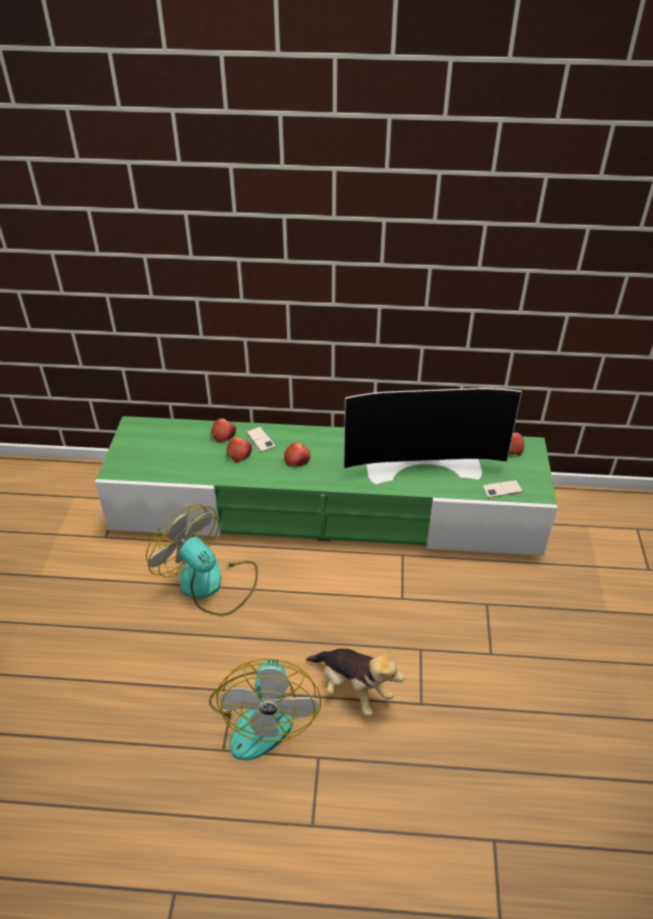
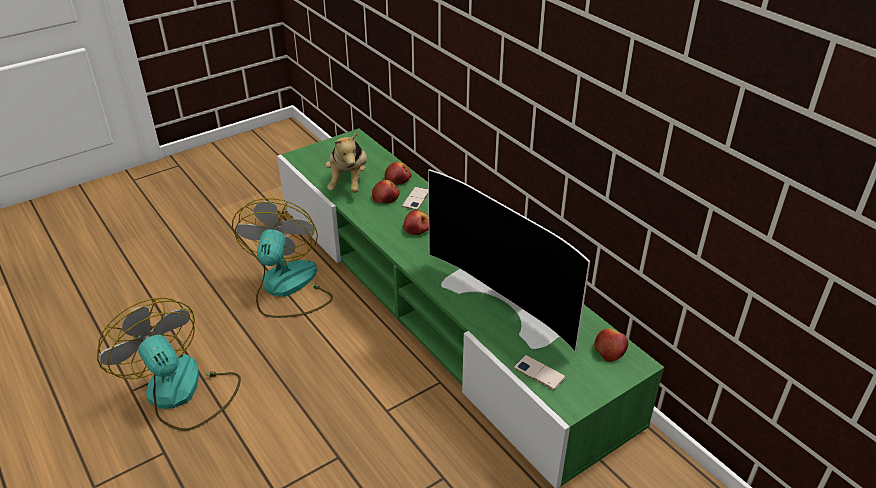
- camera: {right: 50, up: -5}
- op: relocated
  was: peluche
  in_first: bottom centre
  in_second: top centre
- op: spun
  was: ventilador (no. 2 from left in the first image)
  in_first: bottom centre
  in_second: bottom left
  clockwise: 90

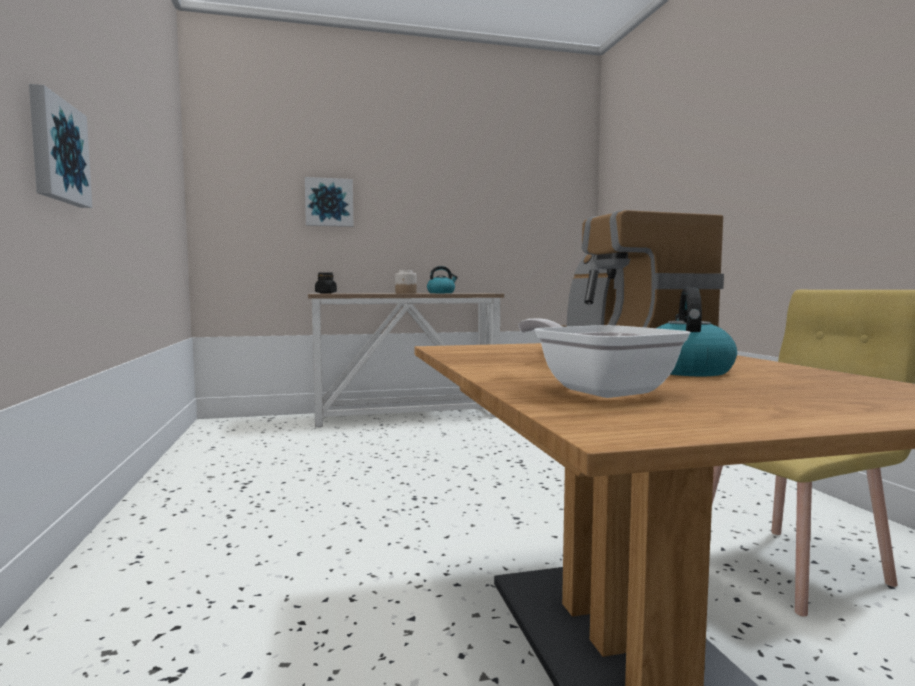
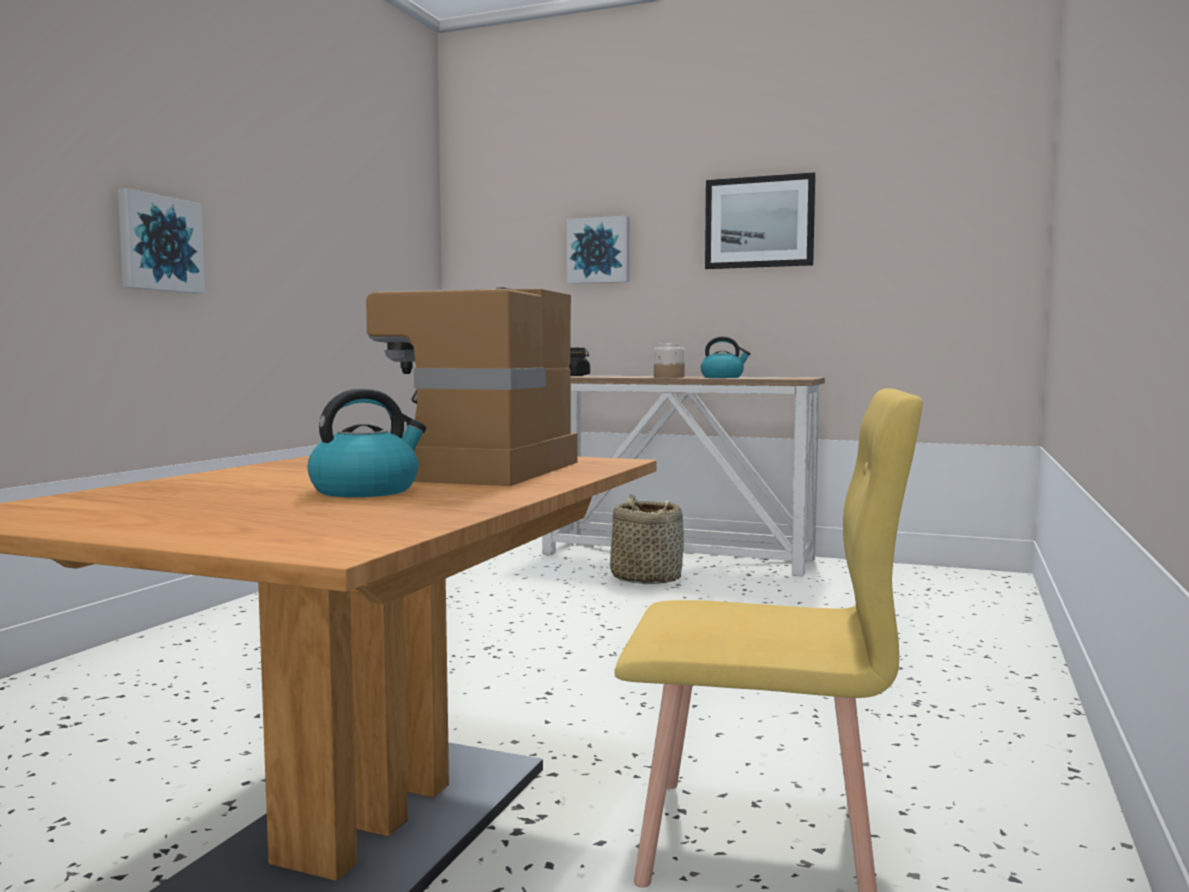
- camera: {right: 35, up: 0}
- op: missing
  was: sartén
  in_first: centre
- op: appeared
  now: cuadro (no. 3 from left)
  in_second: top centre
- op: appeared
  now: cesta
  in_second: centre

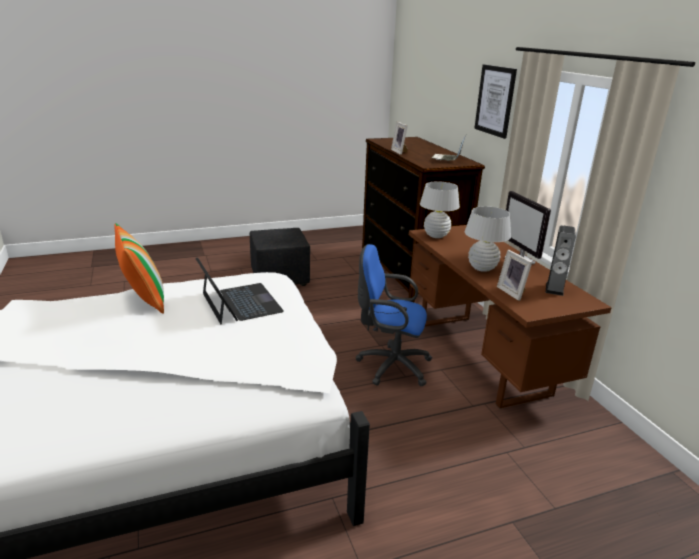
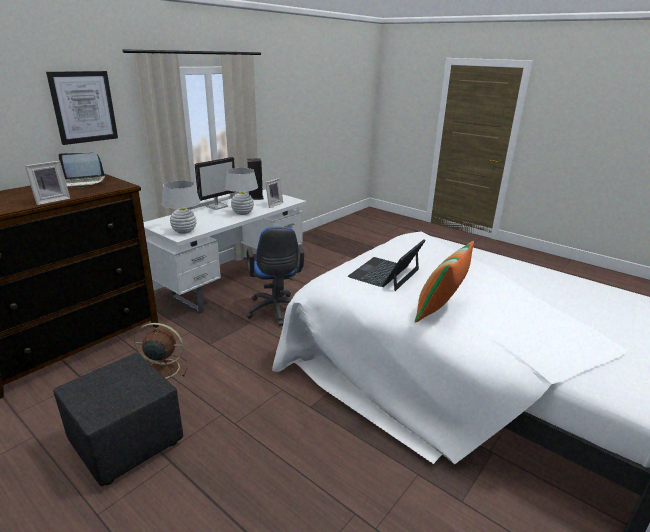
- camera: {right: -120, up: 0}
- op: colour
  was: escritorio [marrón]
  now: escritorio [blanco]
  in_first: middle right
  in_second: centre
- op: appeared
  now: ventilador [marrón]
  in_second: middle left

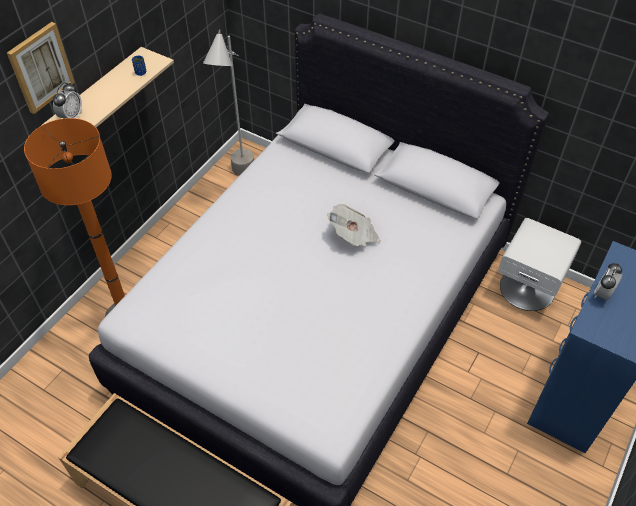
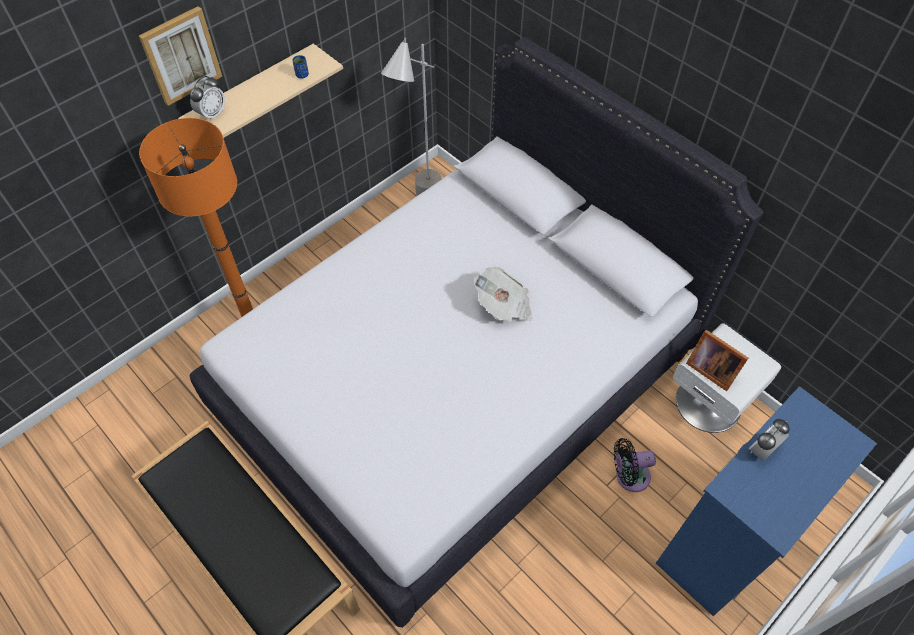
- camera: {right: 15, up: 5}
- op: appeared
  now: portarretratos
  in_second: middle right
- op: appeared
  now: ventilador [negro]
  in_second: bottom right

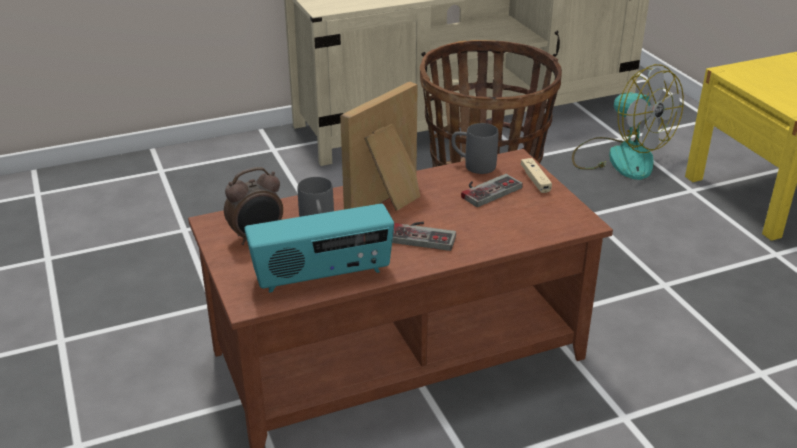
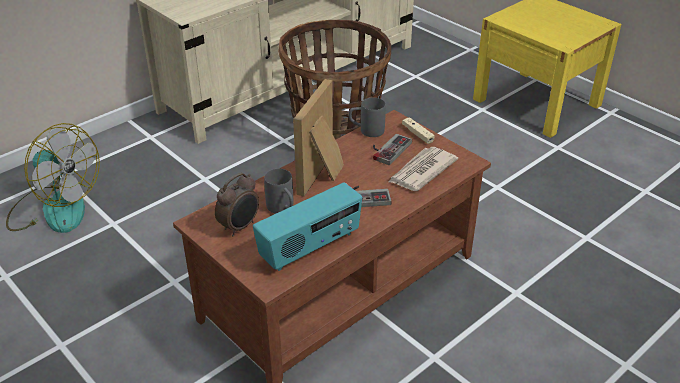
- camera: {right: -20, up: 5}
- op: relocated
  was: ventilador
  in_first: top right
  in_second: middle left
- op: appeared
  now: periódico
  in_second: centre

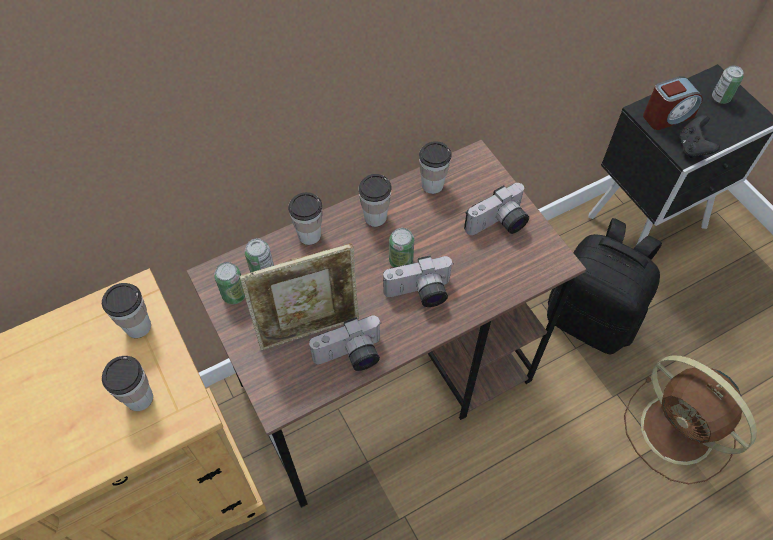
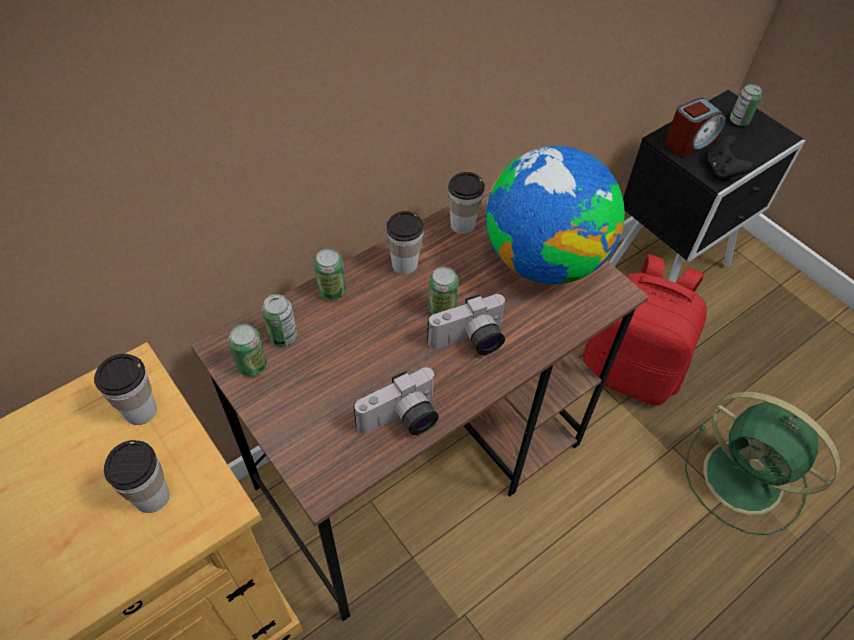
- camera: {right: -10, up: -5}
- op: exchanged
  was: cámara (no. 3 from left)
  now: globo terráqueo
  in_first: centre
  in_second: centre
- op: exchanged
  was: taza (no. 3 from left)
  now: lata (no. 3 from left)
  in_first: centre
  in_second: centre
- op: colour
  was: mochila [negro]
  now: mochila [rojo]
  in_first: middle right
  in_second: middle right
- op: missing
  was: portarretratos
  in_first: centre
- op: colour
  was: ventilador [marrón]
  now: ventilador [verde]
  in_first: bottom right
  in_second: bottom right

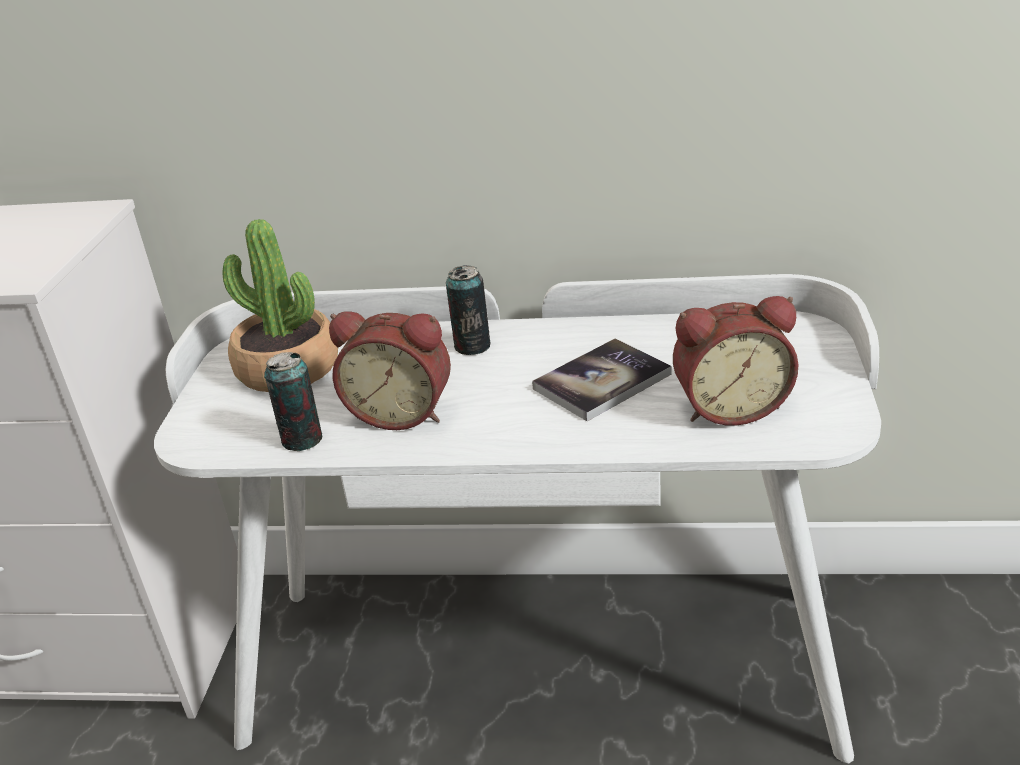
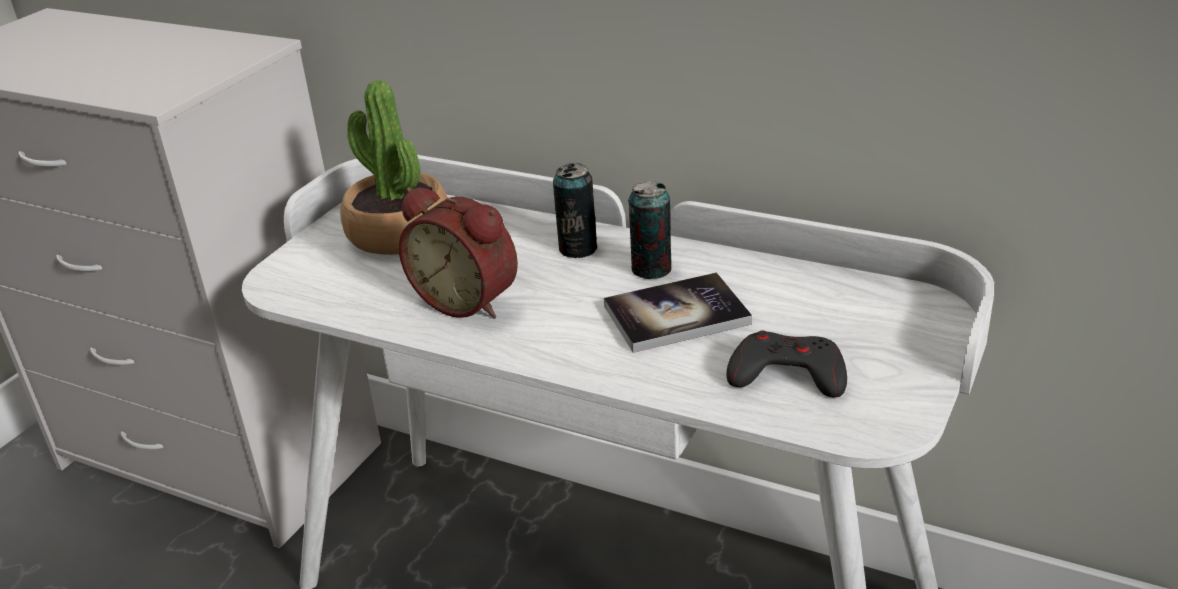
- camera: {right: 20, up: 0}
- op: exchanged
  was: despertador (no. 2 from left)
  now: mando de consola [gris]
  in_first: middle right
  in_second: middle right
- op: relocated
  was: lata (no. 1 from left in the first image)
  now: lata (no. 2 from left)
  in_first: middle left
  in_second: centre

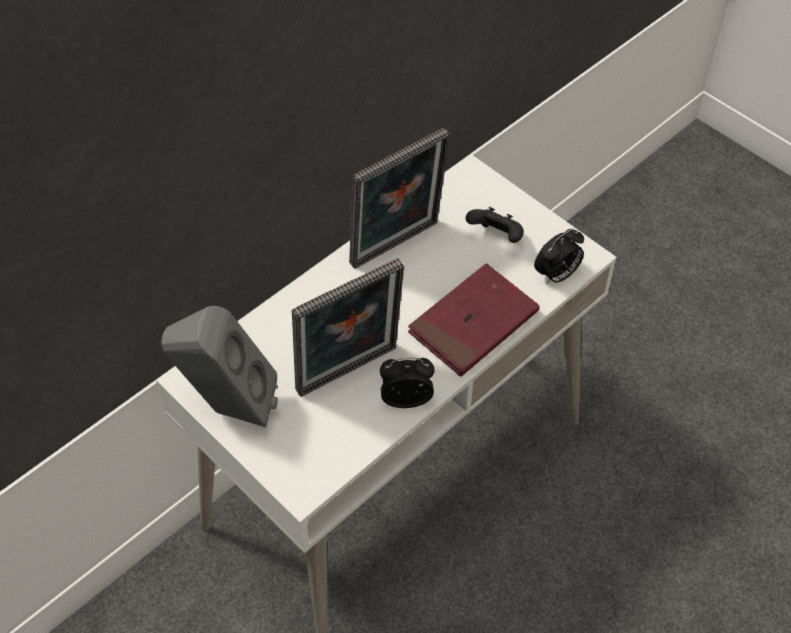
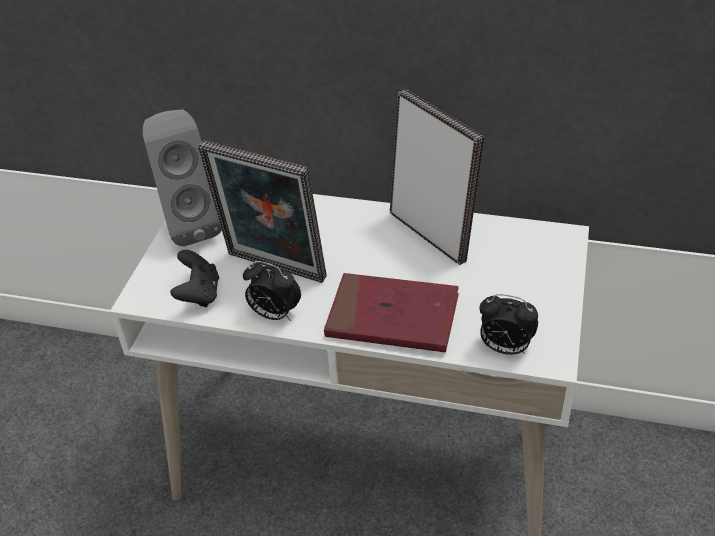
- camera: {right: 60, up: -10}
- op: spun
  was: portarretratos (no. 2 from left)
  in_first: top centre
  in_second: top centre
  clockwise: -150
- op: relocated
  was: mando de consola [negro]
  in_first: centre
  in_second: middle left
- op: spun
  was: despertador (no. 1 from left)
  in_first: centre
  in_second: centre
  clockwise: 150

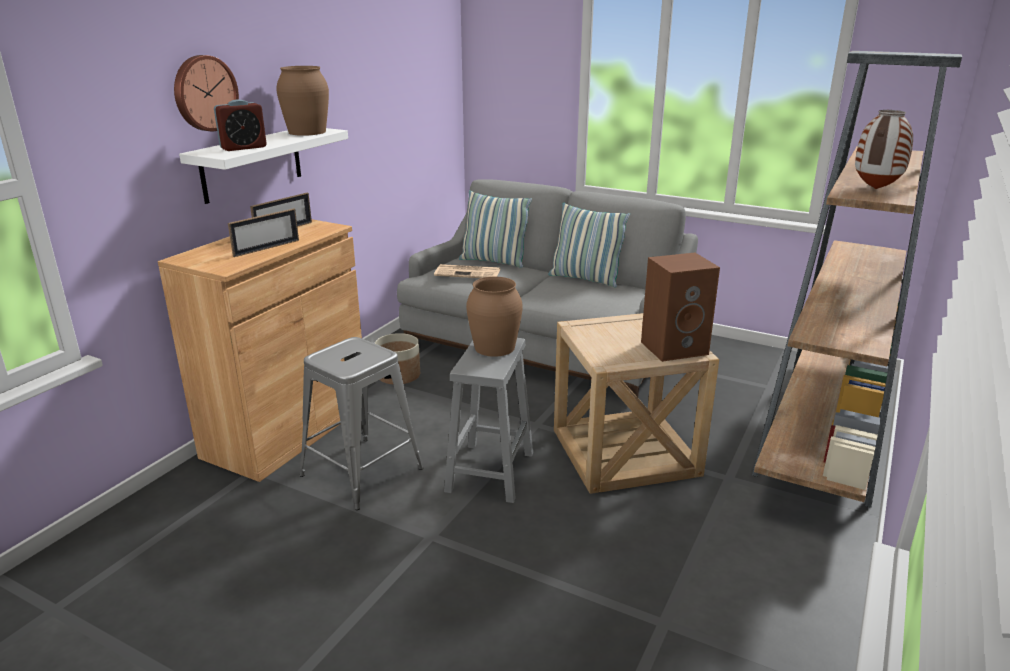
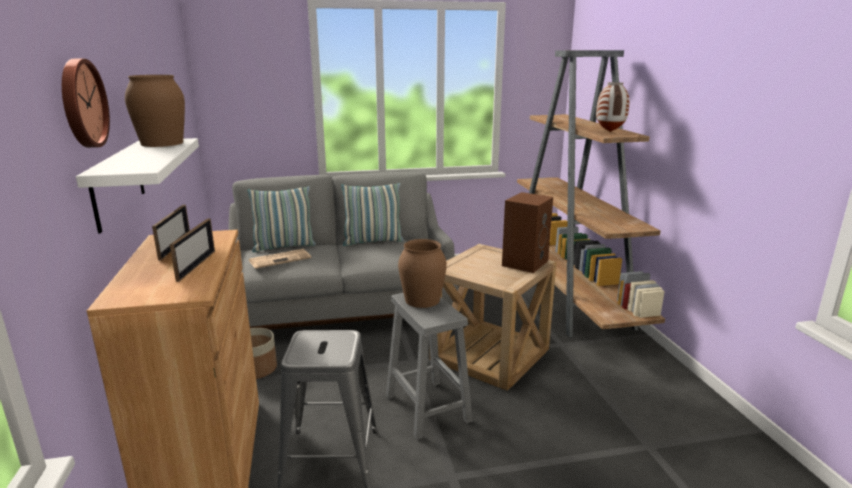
- camera: {right: -40, up: -5}
- op: missing
  was: despertador
  in_first: top left

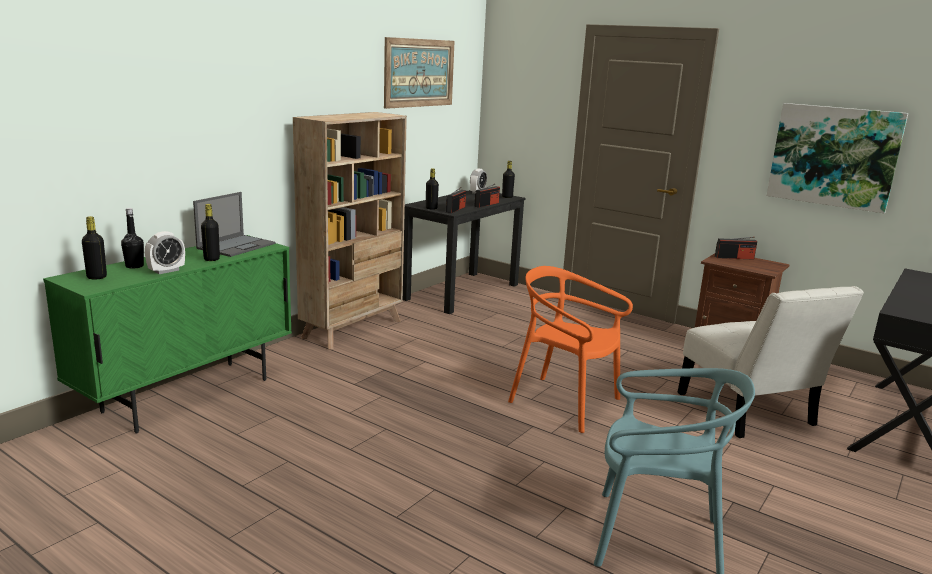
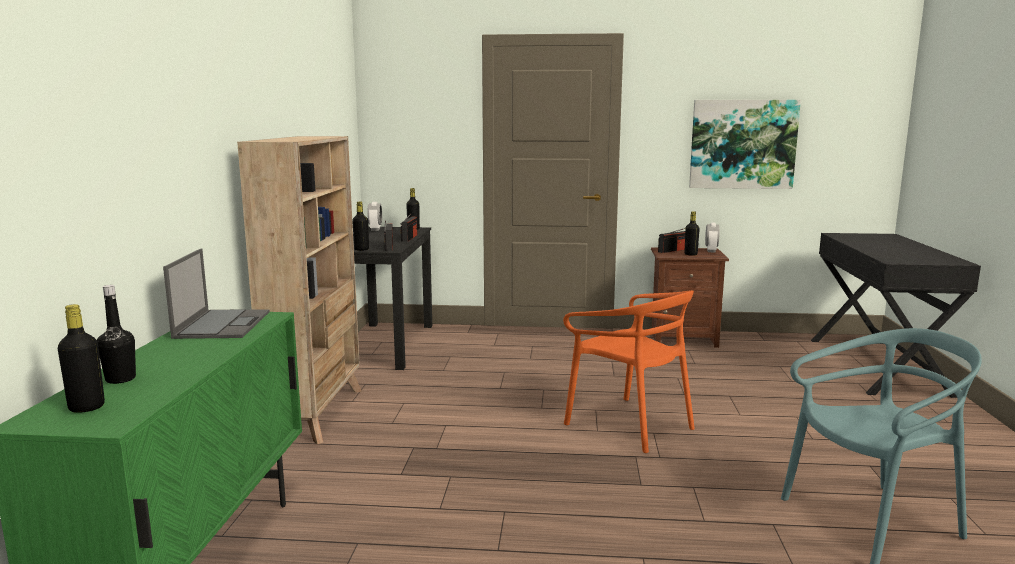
- camera: {right: -30, up: -5}
- op: missing
  was: cuadro (no. 1 from left)
  in_first: top centre
- op: relocated
  was: botella [negro] (no. 3 from left in the first image)
  now: botella [negro] (no. 5 from left)
  in_first: middle left
  in_second: middle right
- op: relocated
  was: despertador (no. 1 from left in the first image)
  now: despertador (no. 2 from left)
  in_first: middle left
  in_second: middle right
- op: spun
  was: silla [naranja]
  in_first: centre
  in_second: centre
  clockwise: -135
- op: missing
  was: silla [blanco]
  in_first: middle right

